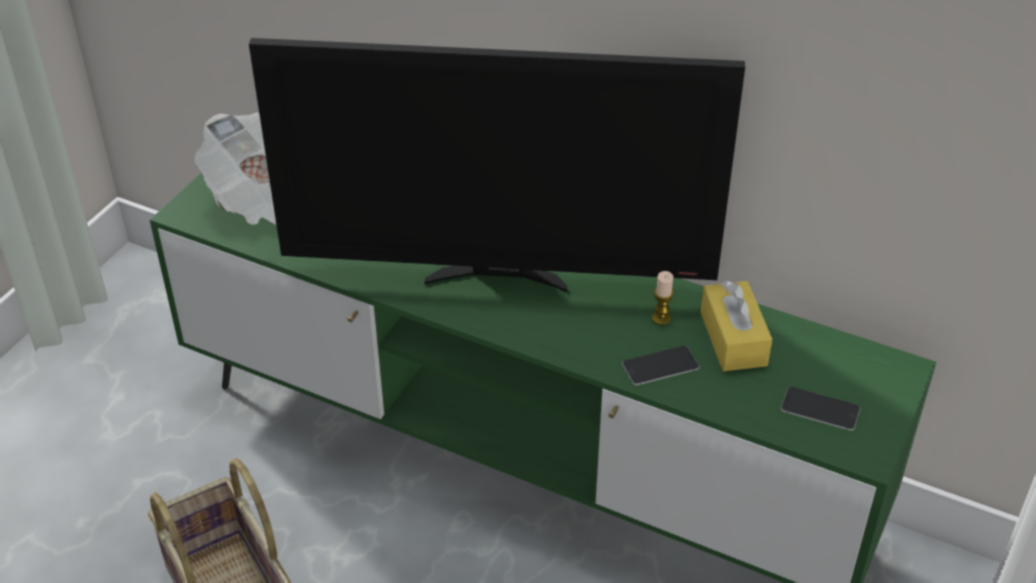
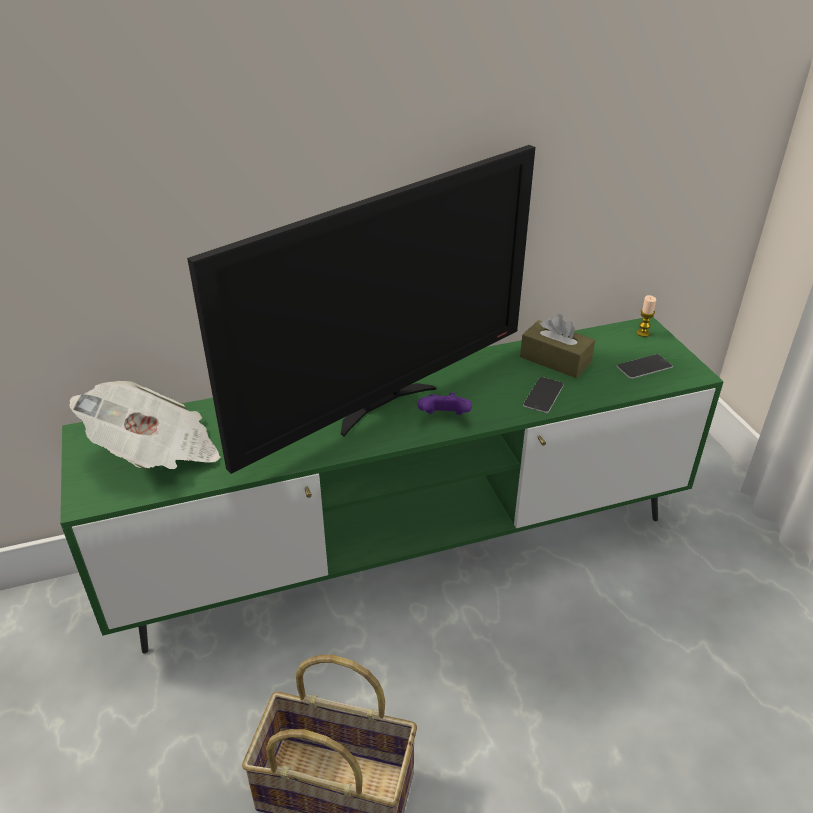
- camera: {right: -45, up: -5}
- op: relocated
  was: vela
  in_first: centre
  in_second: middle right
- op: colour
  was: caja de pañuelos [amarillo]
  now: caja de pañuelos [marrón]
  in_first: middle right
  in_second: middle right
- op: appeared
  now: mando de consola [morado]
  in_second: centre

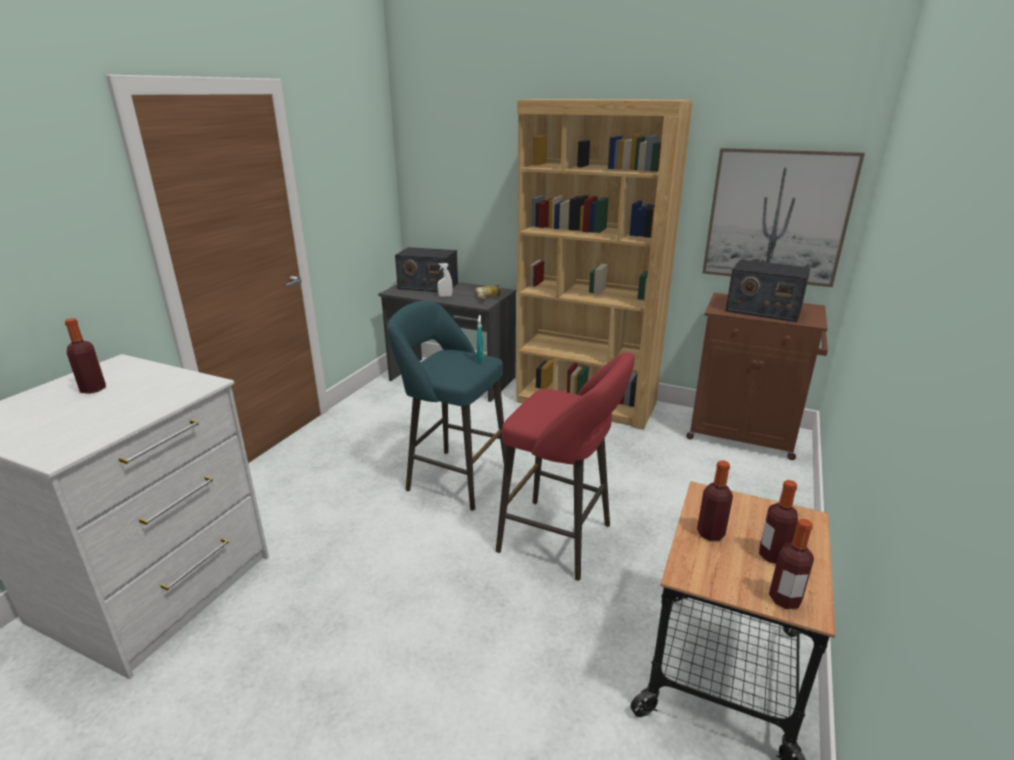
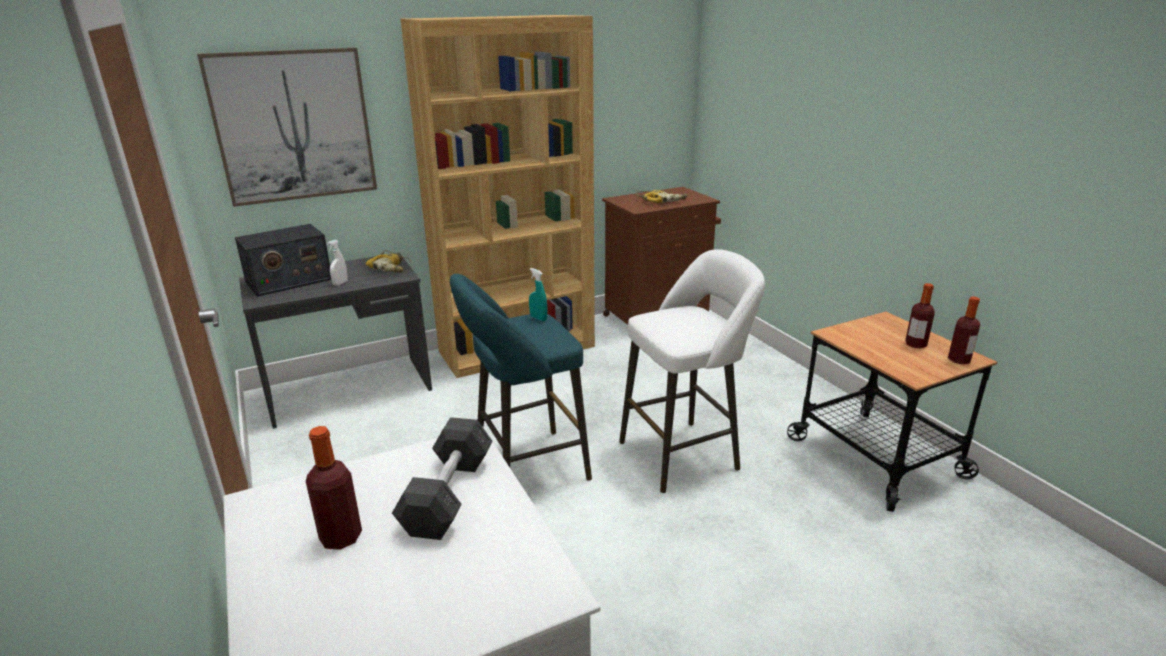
- camera: {right: -50, up: 0}
- op: relocated
  was: cuadro
  in_first: top right
  in_second: top left
- op: exchanged
  was: radio (no. 2 from left)
  now: taladro (no. 2 from left)
  in_first: middle right
  in_second: top centre
- op: colour
  was: taburete [rojo]
  now: taburete [blanco]
  in_first: centre
  in_second: centre
- op: missing
  was: botella (no. 2 from left)
  in_first: middle right
- op: appeared
  now: mancuerna [gris]
  in_second: bottom centre

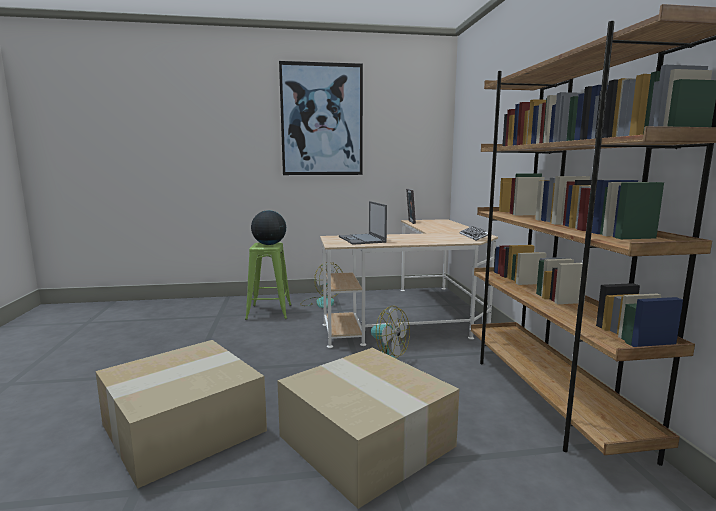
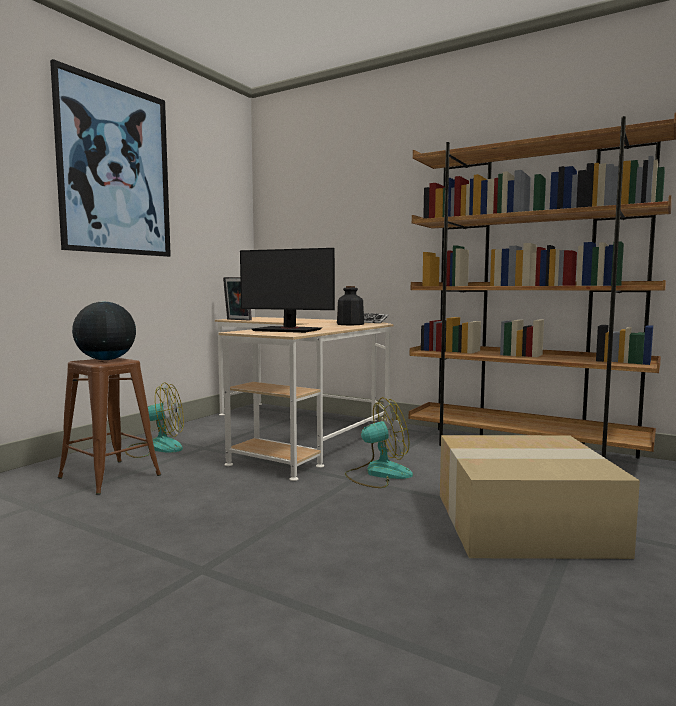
- camera: {right: -50, up: -5}
- op: exchanged
  was: portátil
  now: monitor
  in_first: centre
  in_second: centre
- op: colour
  was: taburete [verde]
  now: taburete [marrón]
  in_first: centre
  in_second: middle left
- op: missing
  was: caja de cartón (no. 1 from left)
  in_first: bottom left
- op: appeared
  now: botella
  in_second: centre

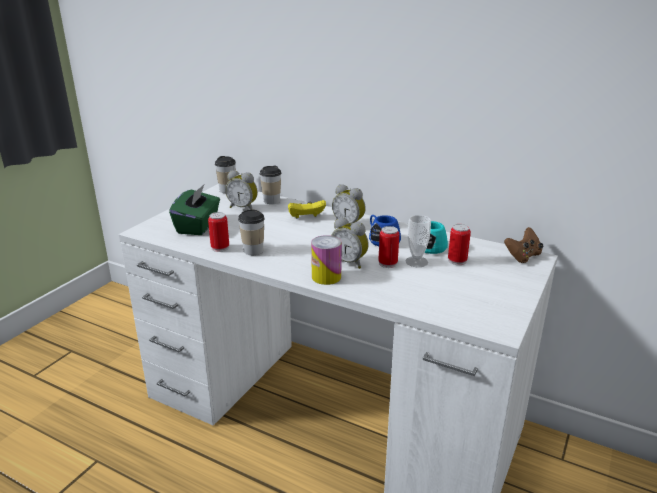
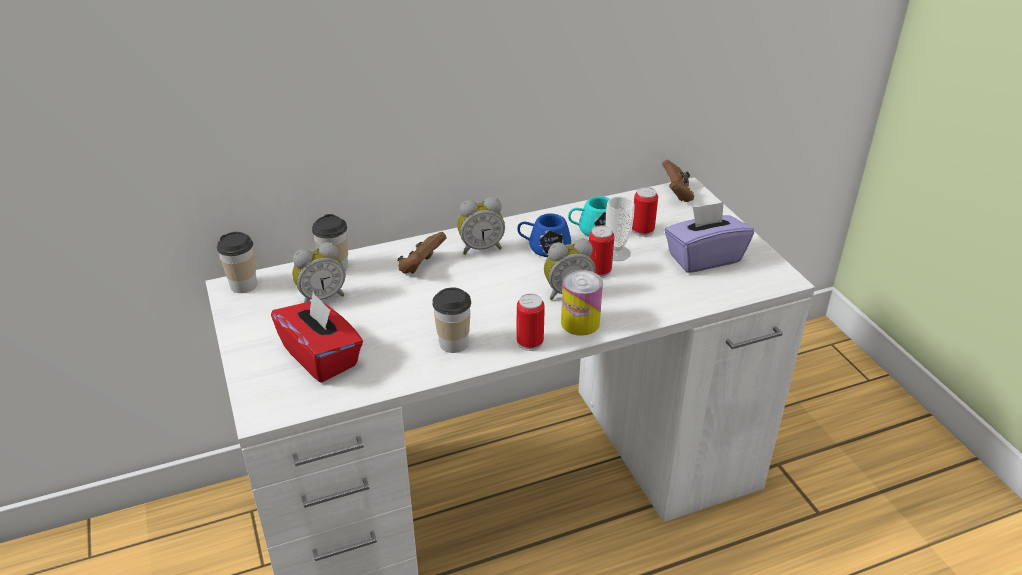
- camera: {right: -50, up: 10}
- op: colour
  was: caja de pañuelos [verde]
  now: caja de pañuelos [rojo]
  in_first: middle left
  in_second: middle left
- op: colour
  was: mando de consola [amarillo]
  now: mando de consola [marrón] (no. 1 from left)
  in_first: centre
  in_second: centre
- op: relocated
  was: lata (no. 1 from left)
  in_first: middle left
  in_second: centre
- op: appeared
  now: caja de pañuelos [morado]
  in_second: middle right

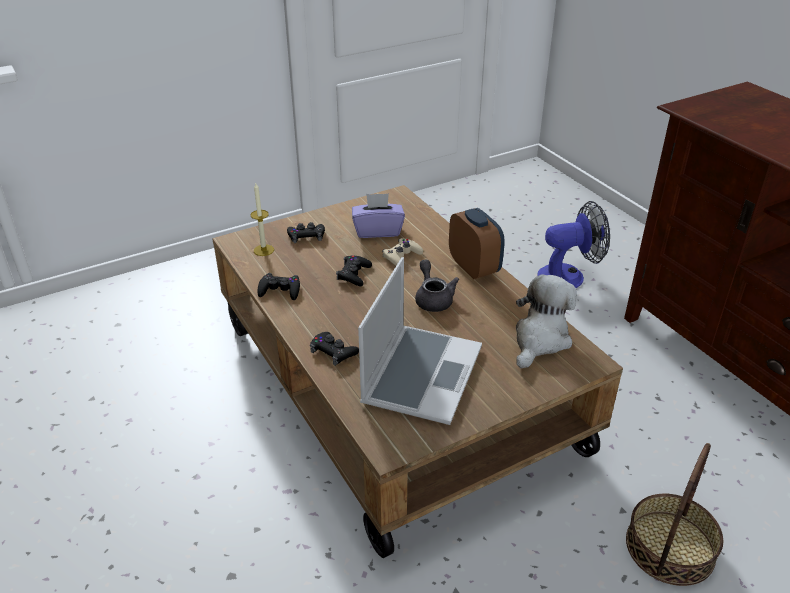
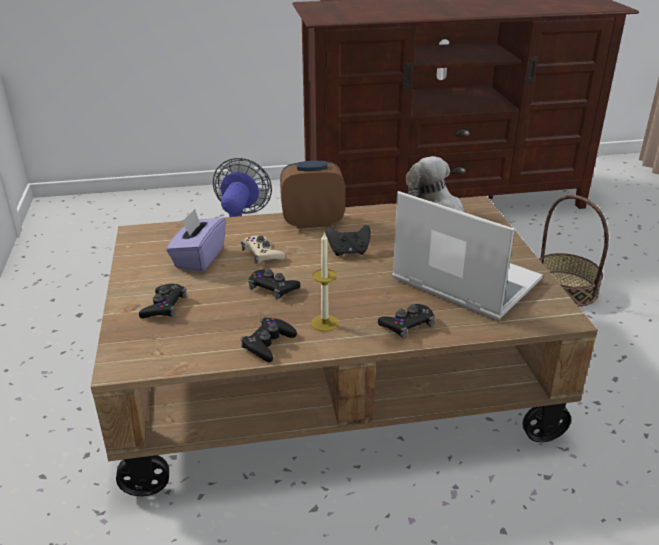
- camera: {right: -70, up: -5}
- op: relocated
  was: vela
  in_first: middle left
  in_second: centre
- op: exchanged
  was: tetera [gris]
  now: mando de consola [negro] (no. 4 from left)
  in_first: centre
  in_second: centre

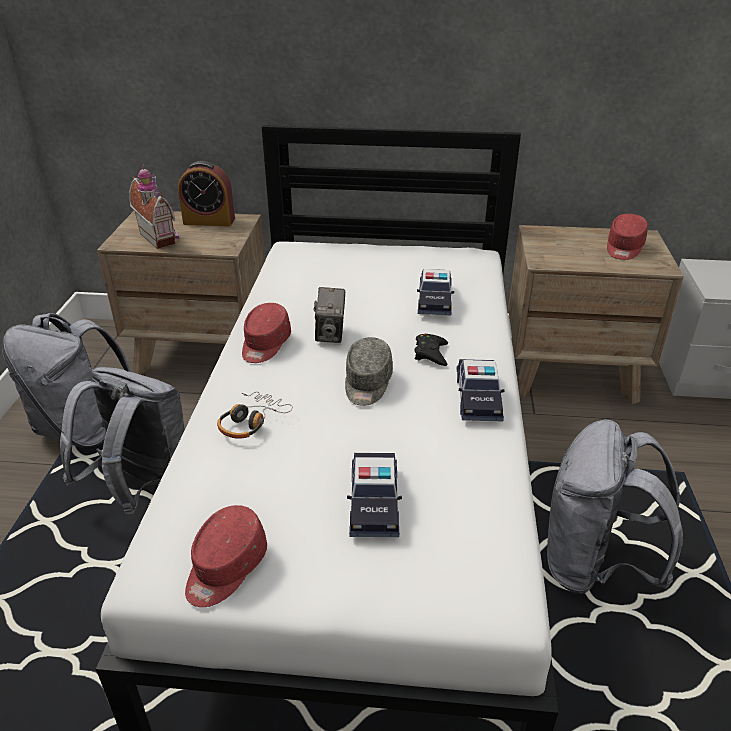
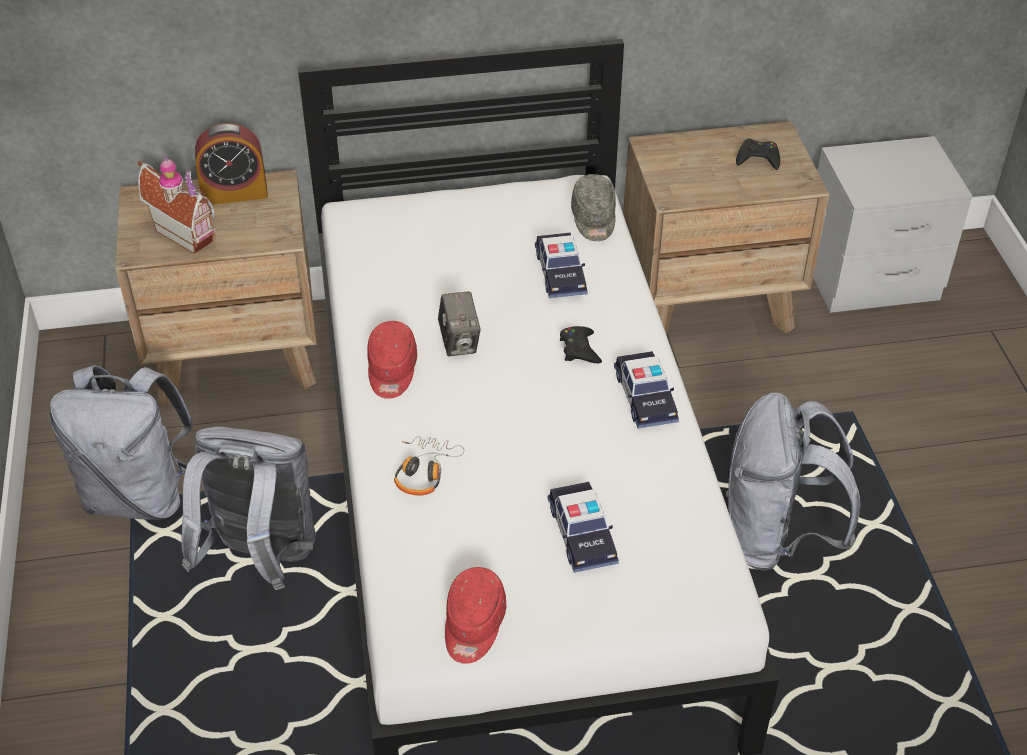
- camera: {right: -15, up: 10}
- op: exchanged
  was: gorra [rojo] (no. 3 from left)
  now: mando de consola [negro] (no. 2 from left)
  in_first: top right
  in_second: top right
- op: relocated
  was: gorra [gris]
  in_first: centre
  in_second: top centre

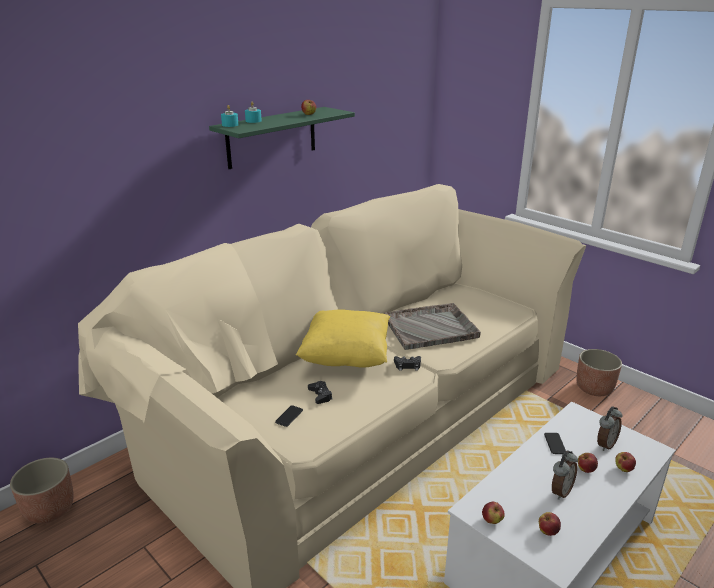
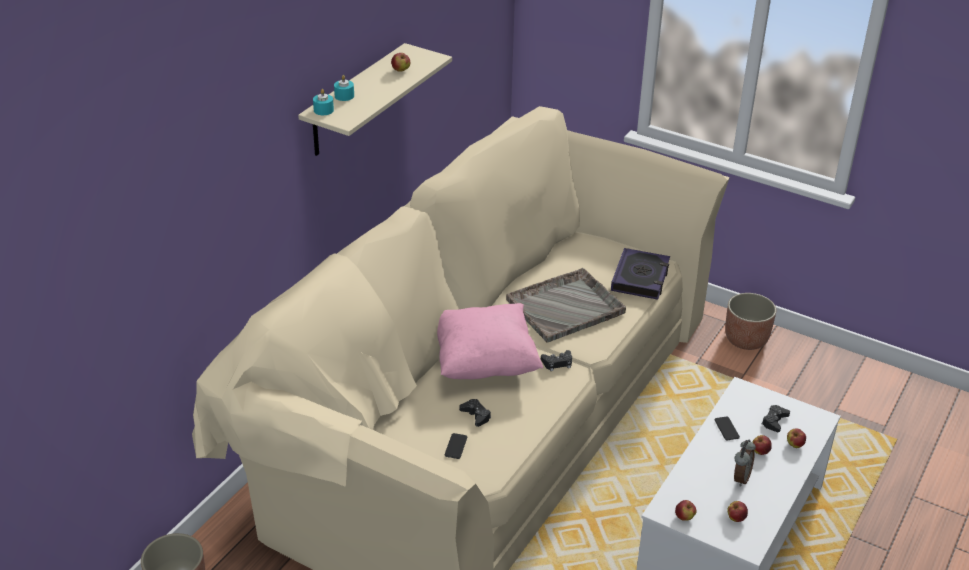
- camera: {right: -15, up: 10}
- op: colour
  was: estante [verde]
  now: estante [beis]
  in_first: top centre
  in_second: top centre
- op: colour
  was: cojín [amarillo]
  now: cojín [rosa]
  in_first: centre
  in_second: centre
- op: exchanged
  was: despertador (no. 2 from left)
  now: mando de consola [negro] (no. 3 from left)
  in_first: bottom right
  in_second: bottom right
- op: appeared
  now: libro
  in_second: centre

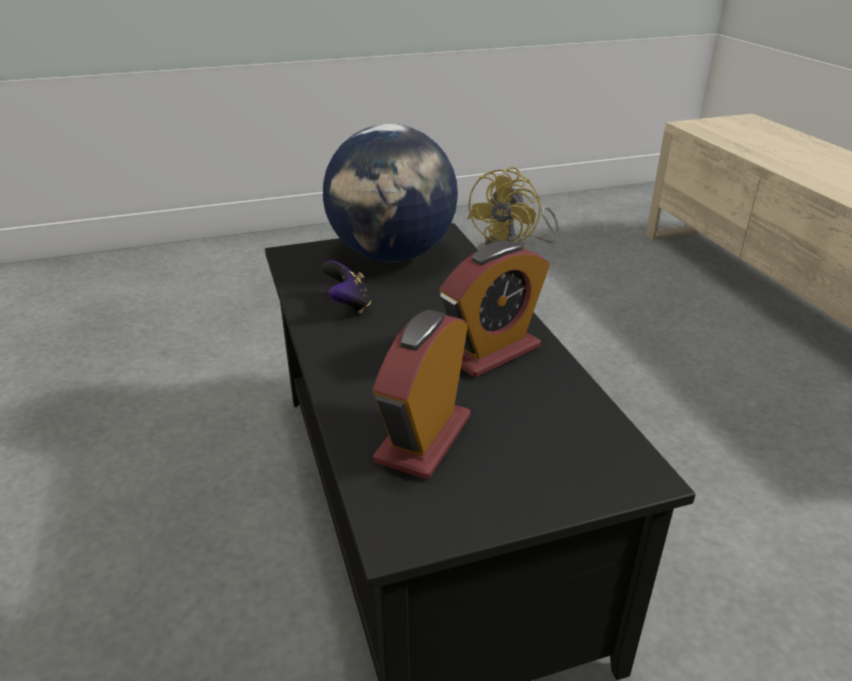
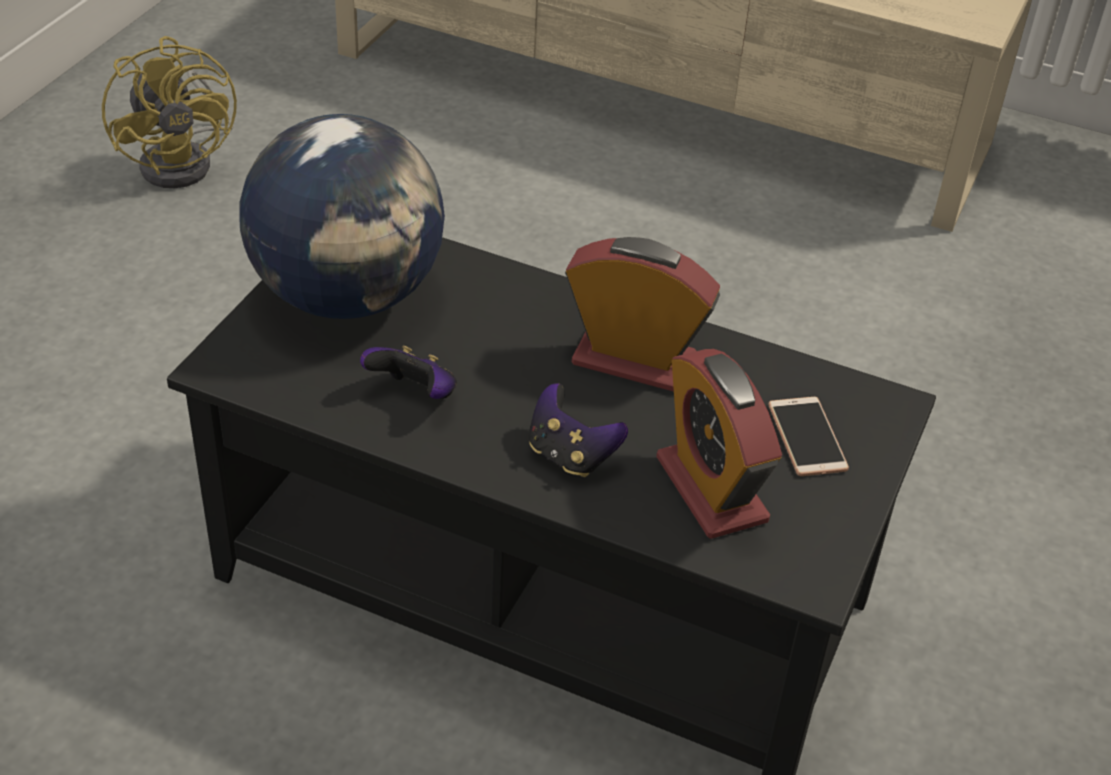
- camera: {right: -50, up: 10}
- op: spun
  was: despertador (no. 2 from left in the first image)
  in_first: centre
  in_second: centre
  clockwise: -75
- op: appeared
  now: mando de consola (no. 2 from left)
  in_second: centre
- op: appeared
  now: móvil
  in_second: middle right

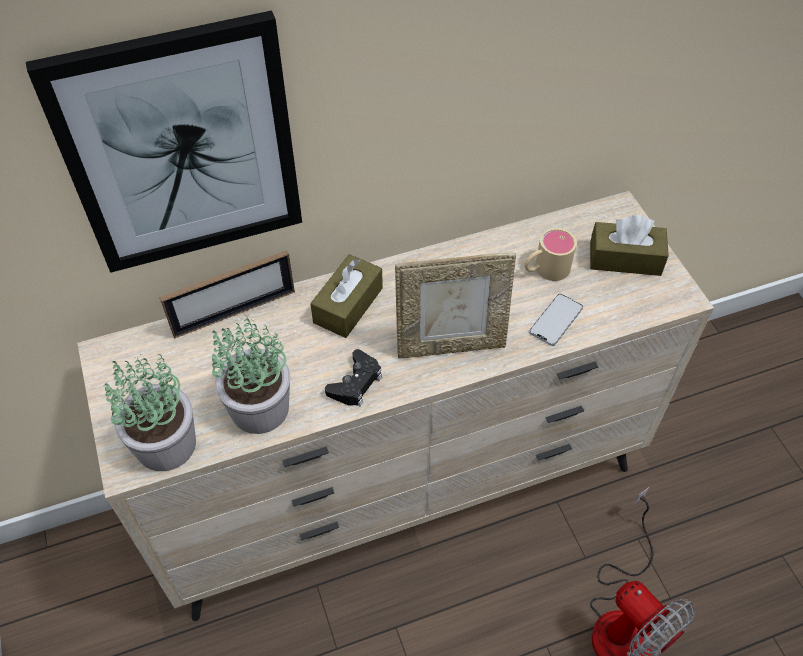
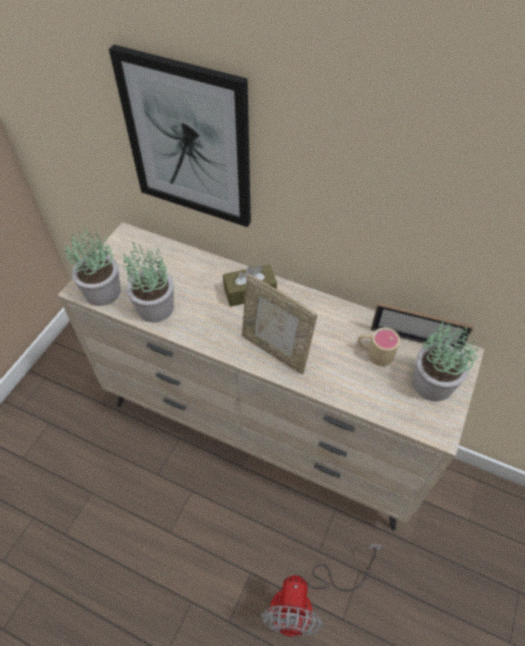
- camera: {right: 45, up: 0}
- op: exchanged
  was: caja de pañuelos [marrón] (no. 2 from left)
  now: planta en maceta (no. 3 from left)
  in_first: middle right
  in_second: middle right
- op: relocated
  was: portarretratos (no. 1 from left in the first image)
  now: portarretratos (no. 2 from left)
  in_first: middle left
  in_second: middle right
- op: missing
  was: móvil
  in_first: middle right
- op: missing
  was: mando de consola [negro]
  in_first: centre

